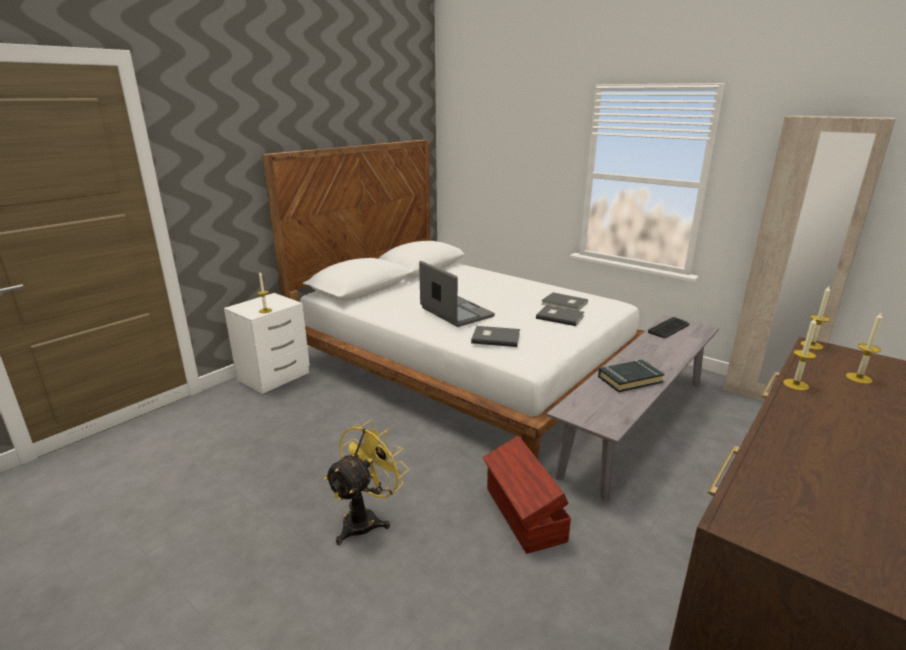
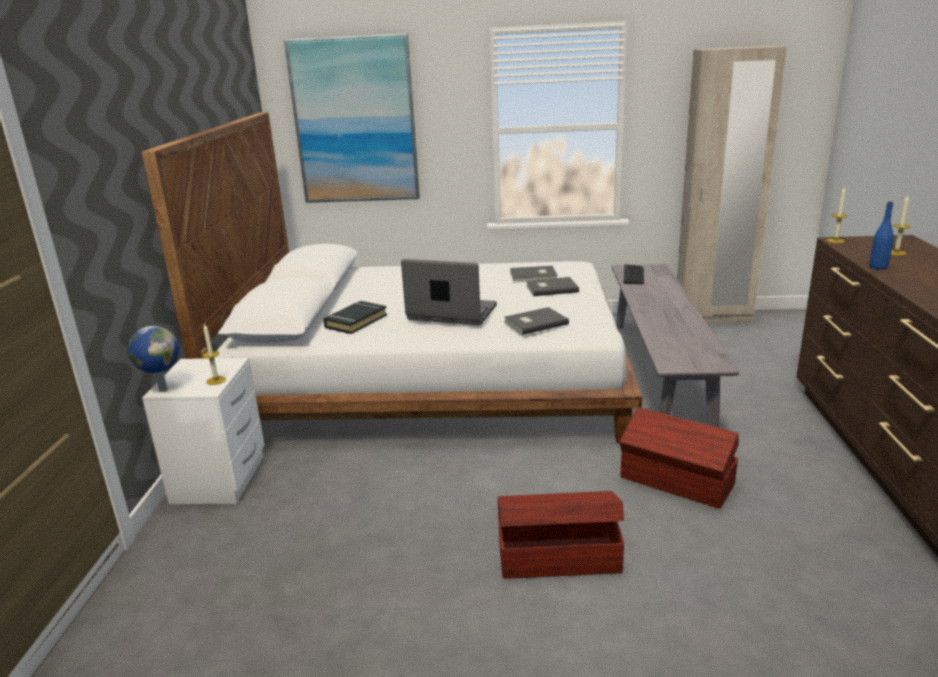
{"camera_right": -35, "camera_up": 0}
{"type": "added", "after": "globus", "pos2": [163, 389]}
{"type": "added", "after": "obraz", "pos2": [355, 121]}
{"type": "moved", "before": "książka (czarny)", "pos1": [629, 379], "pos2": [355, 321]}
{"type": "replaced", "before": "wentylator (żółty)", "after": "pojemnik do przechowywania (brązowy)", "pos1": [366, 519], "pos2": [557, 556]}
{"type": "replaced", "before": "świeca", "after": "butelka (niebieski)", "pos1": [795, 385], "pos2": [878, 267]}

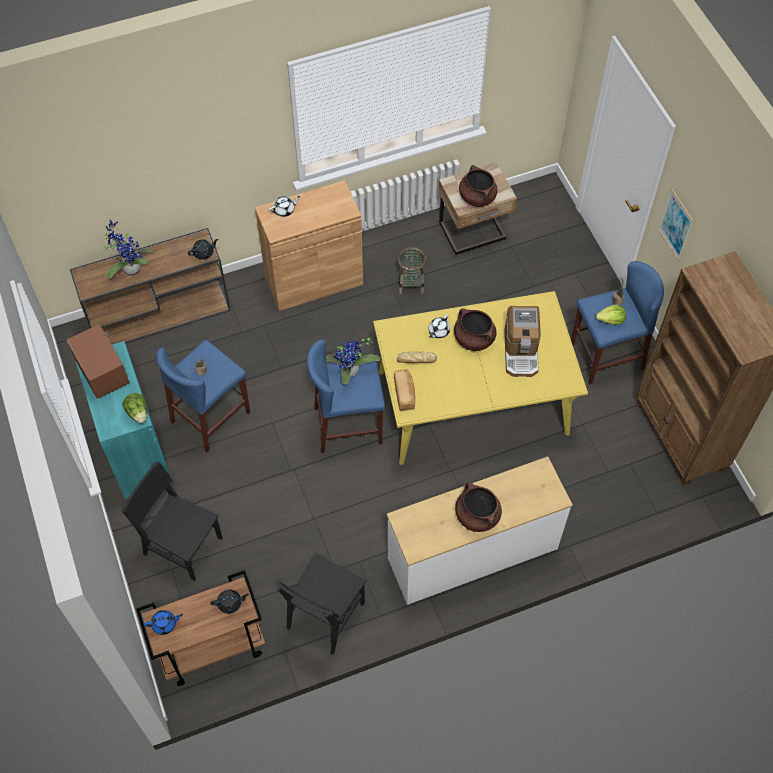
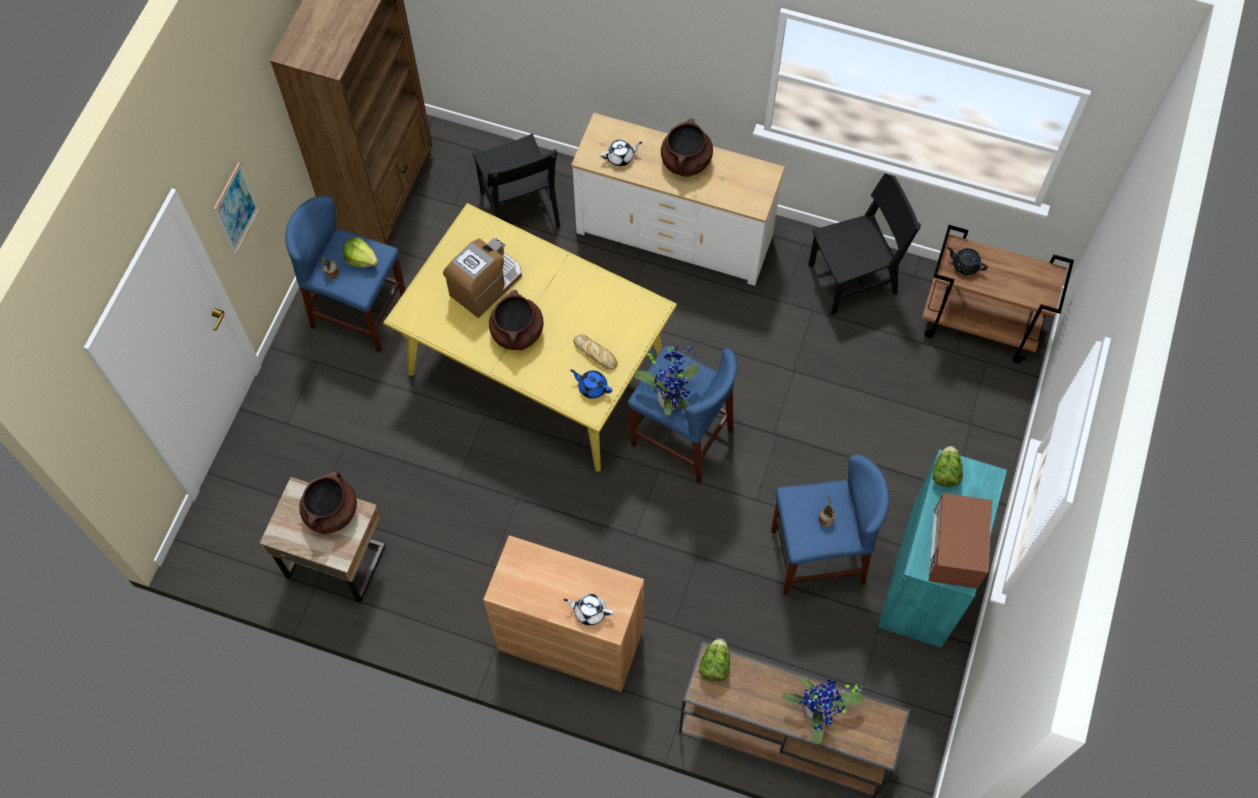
{"camera_right": -140, "camera_up": 5}
{"type": "removed", "before": "chleb", "pos1": [405, 394]}
{"type": "removed", "before": "koszyk", "pos1": [411, 283]}
{"type": "moved", "before": "krzesło (czarny)", "pos1": [183, 545], "pos2": [519, 209]}
{"type": "moved", "before": "imbryk (niebieski)", "pos1": [164, 624], "pos2": [592, 387]}
{"type": "moved", "before": "imbryk (biały)", "pos1": [438, 331], "pos2": [620, 157]}
{"type": "replaced", "before": "imbryk (czarny)", "after": "sałata", "pos1": [204, 253], "pos2": [714, 665]}

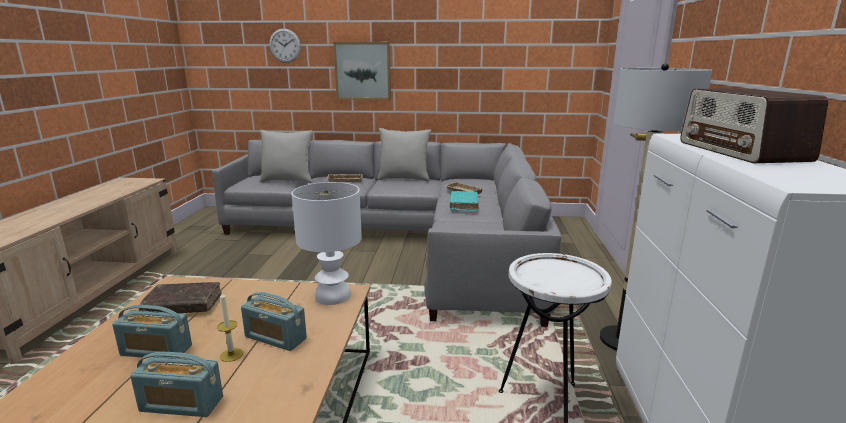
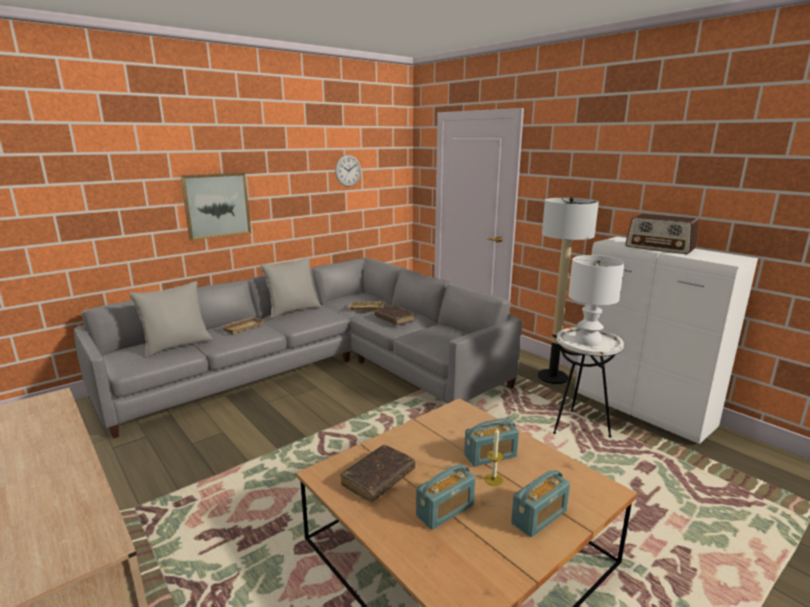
{"camera_right": -45, "camera_up": 0}
{"type": "moved", "before": "zegar ścienny", "pos1": [285, 45], "pos2": [348, 170]}
{"type": "moved", "before": "lampa stołowa (biały)", "pos1": [332, 295], "pos2": [587, 341]}
{"type": "recoloured", "before": "książka (turkusowy)", "after": "książka (brązowy)", "pos1": [463, 205], "pos2": [394, 319]}

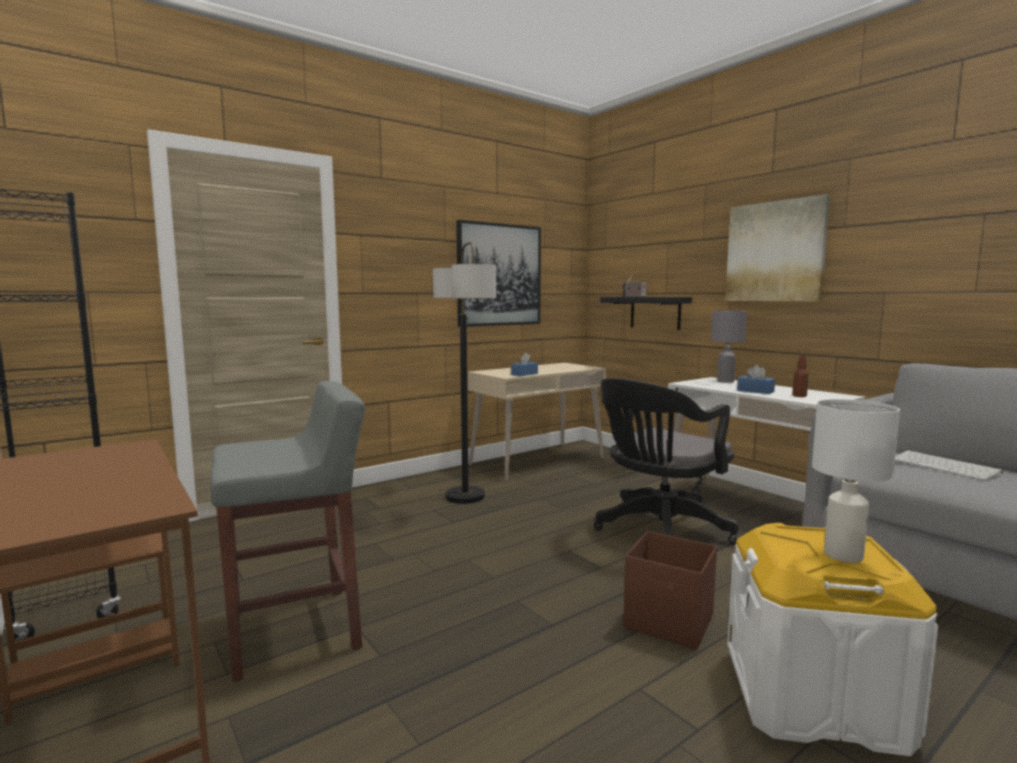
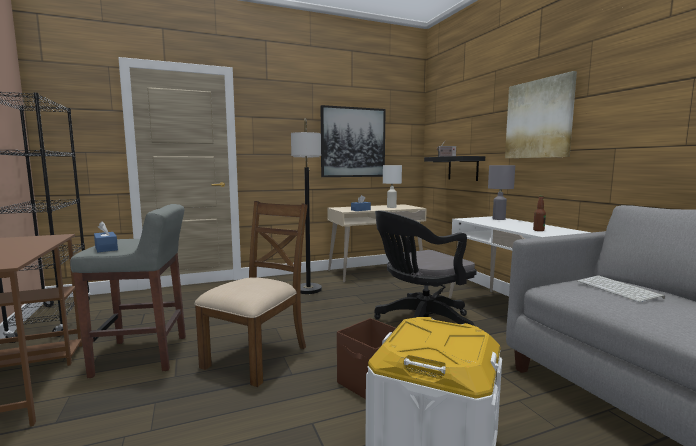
{"camera_right": 15, "camera_up": 0}
{"type": "added", "after": "krzesło (brązowy)", "pos2": [257, 356]}
{"type": "moved", "before": "pudełko chusteczek (niebieski)", "pos1": [755, 391], "pos2": [106, 248]}
{"type": "moved", "before": "lampa stołowa (biały)", "pos1": [842, 555], "pos2": [391, 207]}

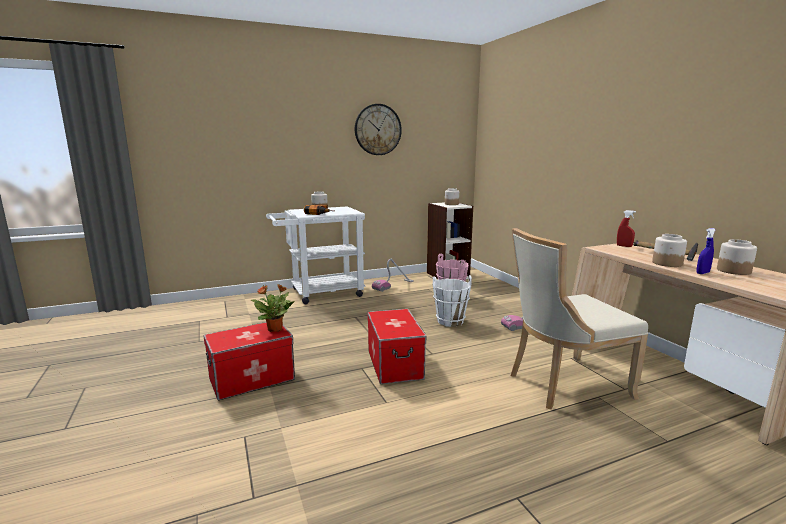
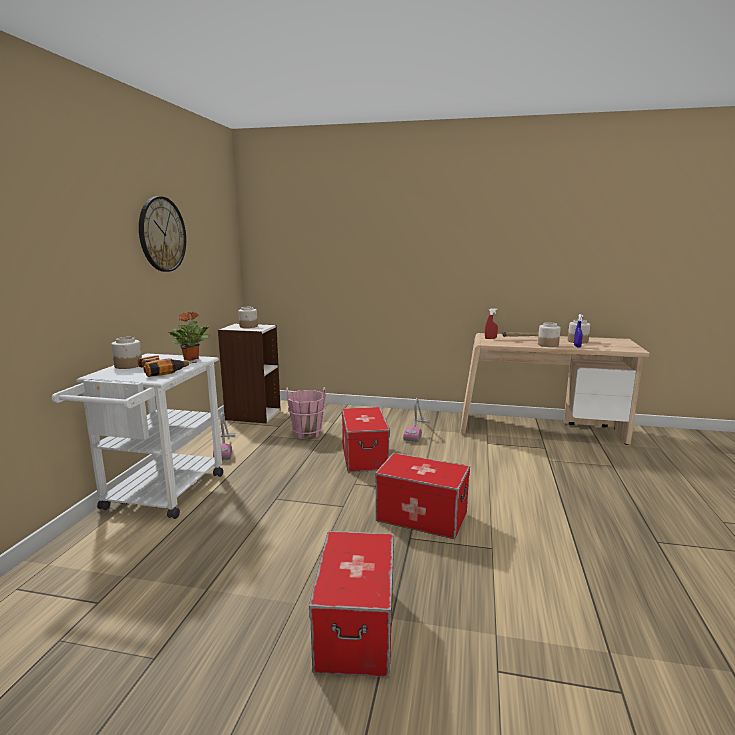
{"camera_right": -55, "camera_up": 0}
{"type": "removed", "before": "krzesło (beżowy)", "pos1": [563, 384]}
{"type": "moved", "before": "roślina doniczkowa", "pos1": [275, 329], "pos2": [191, 359]}
{"type": "replaced", "before": "wiadro (biały)", "after": "pojemnik do przechowywania", "pos1": [450, 321], "pos2": [364, 457]}

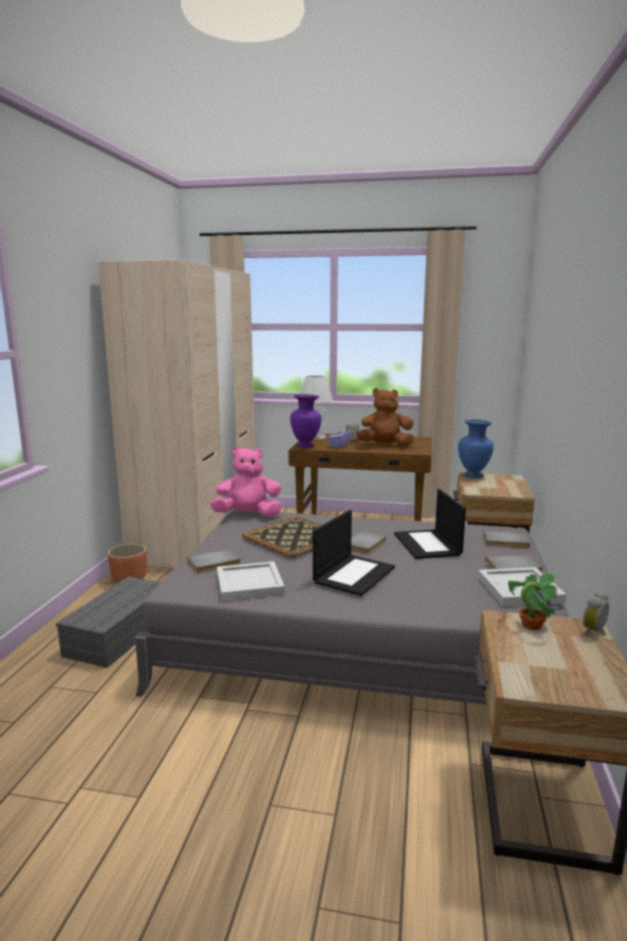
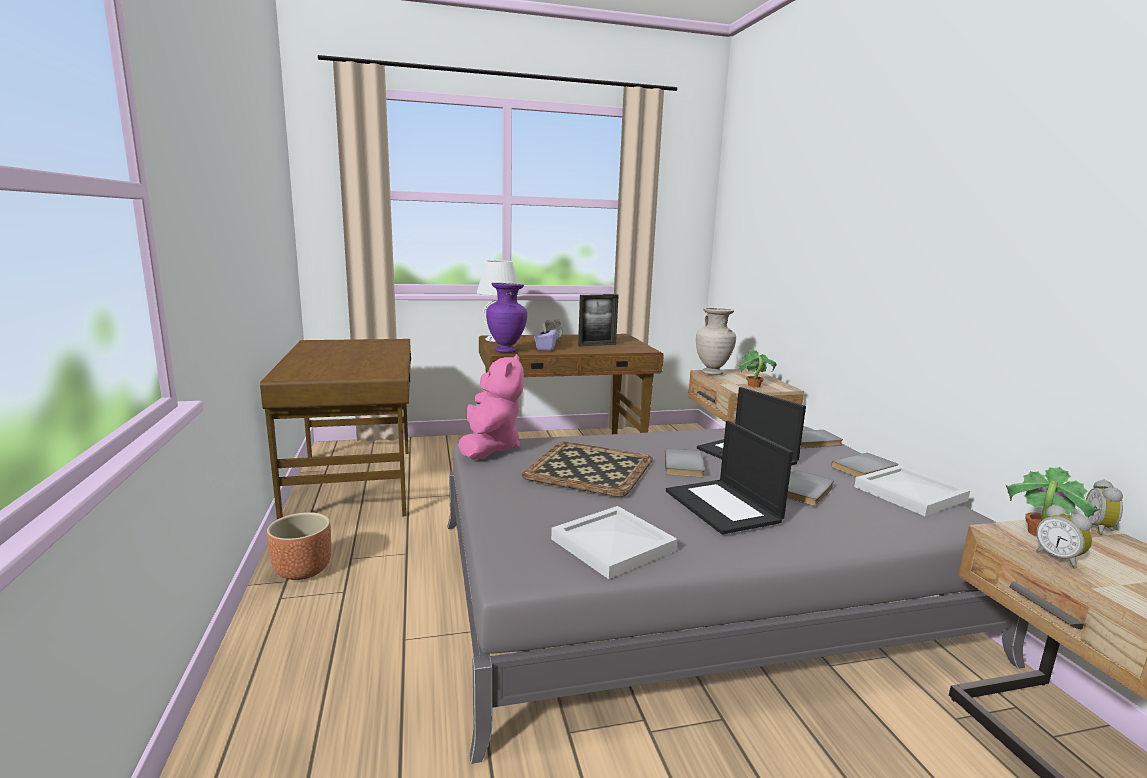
{"camera_right": -25, "camera_up": 0}
{"type": "removed", "before": "pojemnik do przechowywania (szary)", "pos1": [119, 633]}
{"type": "added", "after": "roślina doniczkowa", "pos2": [753, 386]}
{"type": "added", "after": "budzik", "pos2": [1059, 558]}
{"type": "moved", "before": "książka (szary)", "pos1": [215, 563], "pos2": [806, 491]}
{"type": "replaced", "before": "szafa (beżowy)", "after": "biurko (brązowy)", "pos1": [199, 533], "pos2": [354, 483]}
{"type": "replaced", "before": "pluszak (brązowy)", "after": "ramka na zdjęcie", "pos1": [385, 445], "pos2": [597, 345]}
{"type": "recoloured", "before": "wazon (niebieski)", "after": "wazon (beżowy)", "pos1": [473, 476], "pos2": [713, 373]}
{"type": "turned", "before": "pluszak (różowy)", "pos1": [248, 515], "pos2": [490, 448], "turn": 120}
{"type": "turned", "before": "laptop", "pos1": [354, 574], "pos2": [724, 506], "turn": 150}

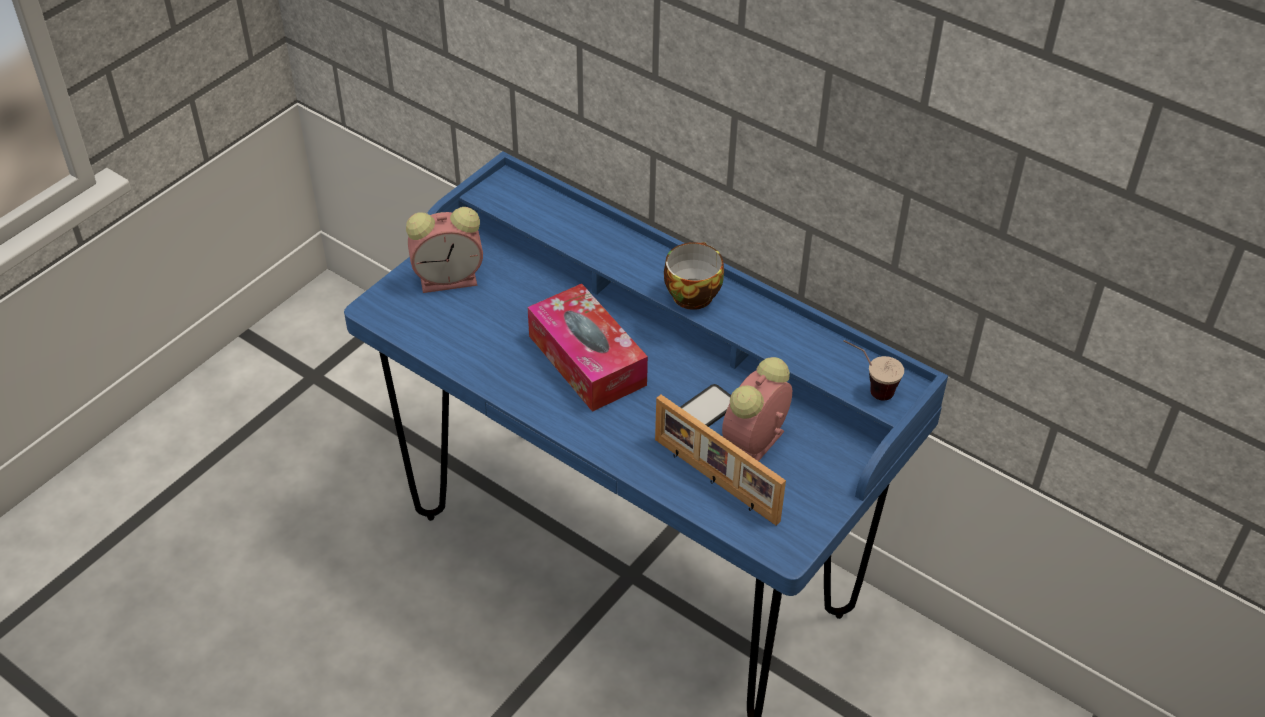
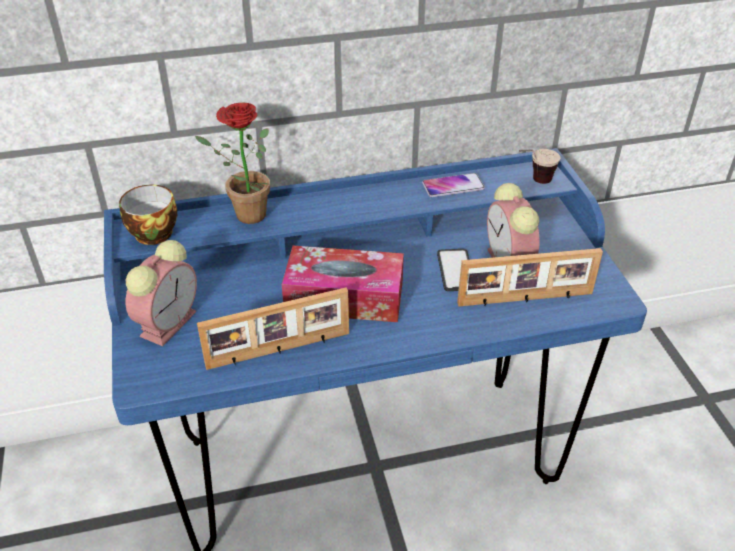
{"camera_right": -50, "camera_up": -5}
{"type": "added", "after": "roślina doniczkowa", "pos2": [244, 215]}
{"type": "added", "after": "ramka na zdjęcie", "pos2": [279, 351]}
{"type": "added", "after": "telefon", "pos2": [453, 186]}
{"type": "moved", "before": "filiżanka", "pos1": [691, 293], "pos2": [151, 232]}

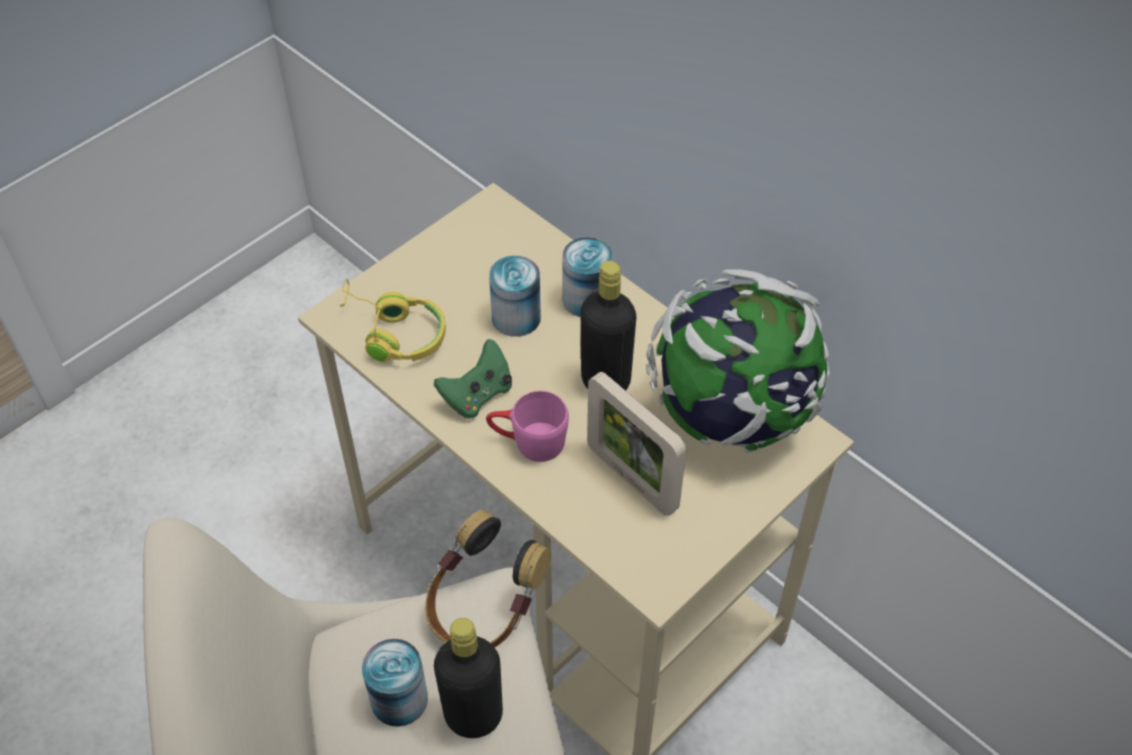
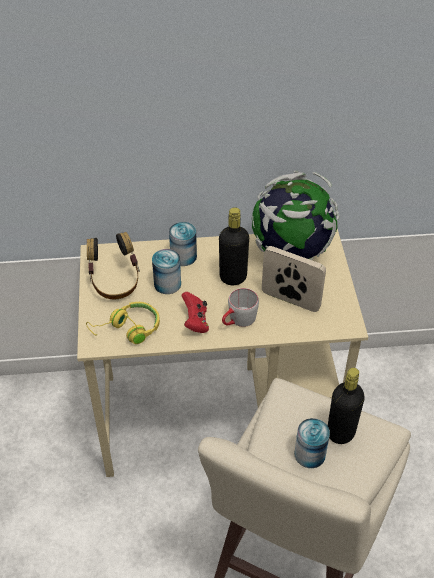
{"camera_right": -50, "camera_up": -5}
{"type": "moved", "before": "słuchawki", "pos1": [484, 609], "pos2": [115, 282]}
{"type": "recoloured", "before": "pad do gier (zielony)", "after": "pad do gier (czerwony)", "pos1": [477, 395], "pos2": [195, 322]}
{"type": "recoloured", "before": "kubek (różowy)", "after": "kubek (szary)", "pos1": [527, 442], "pos2": [238, 321]}
{"type": "turned", "before": "ramka na zdjęcie", "pos1": [632, 478], "pos2": [290, 300], "turn": -150}

